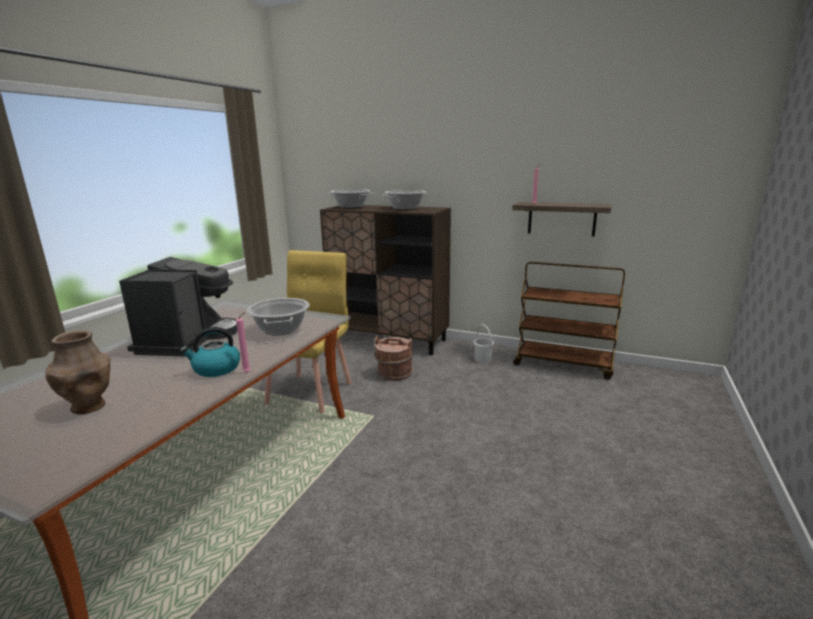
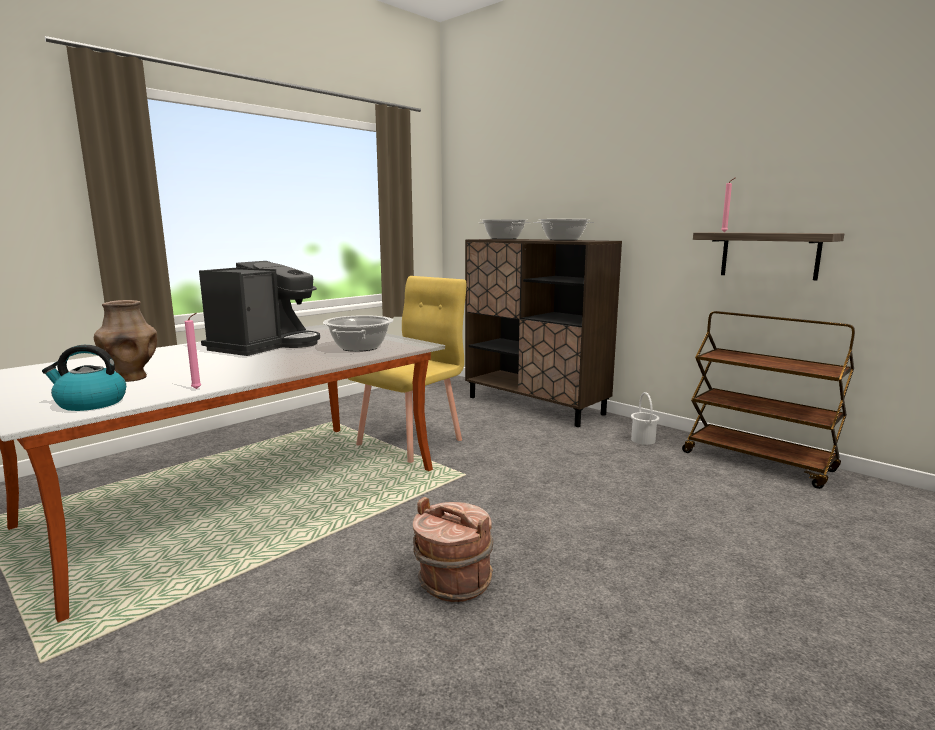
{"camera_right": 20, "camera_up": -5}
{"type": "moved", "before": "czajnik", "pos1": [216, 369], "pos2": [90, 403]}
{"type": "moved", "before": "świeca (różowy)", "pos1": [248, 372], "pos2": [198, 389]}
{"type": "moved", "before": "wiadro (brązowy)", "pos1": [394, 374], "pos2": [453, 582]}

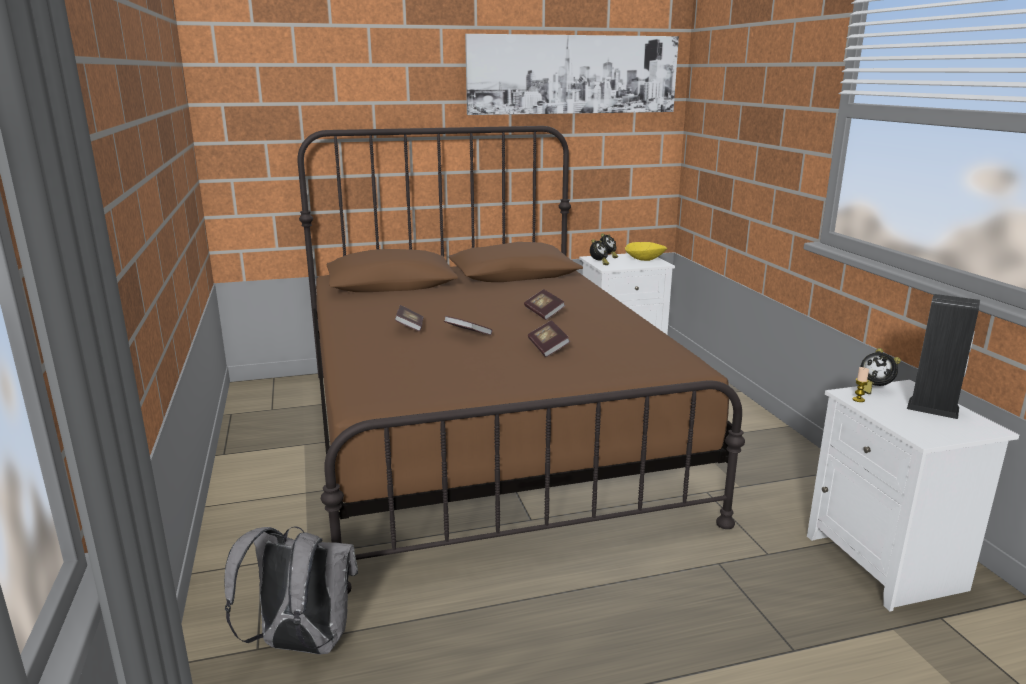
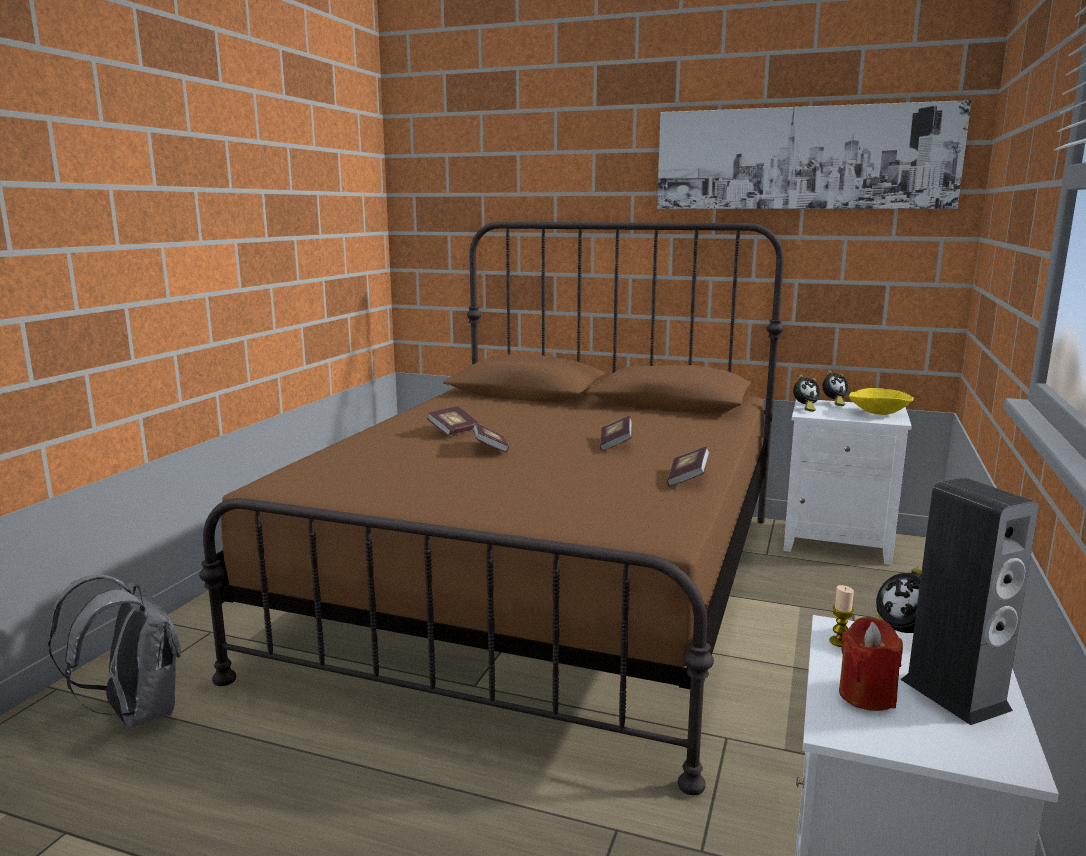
{"camera_right": 35, "camera_up": -5}
{"type": "added", "after": "świeca (czerwony)", "pos2": [867, 695]}
{"type": "moved", "before": "książka", "pos1": [548, 348], "pos2": [687, 479]}

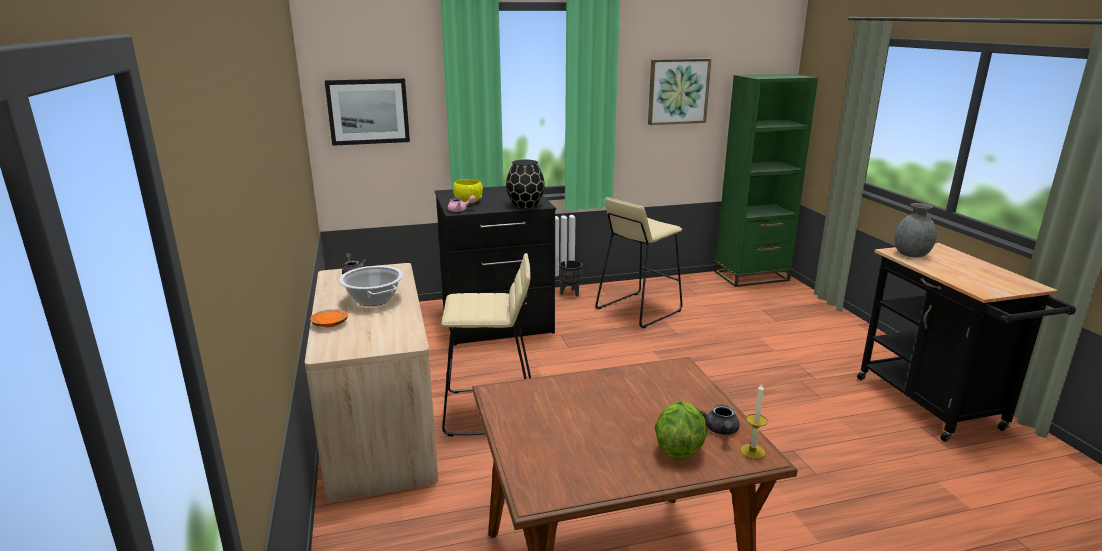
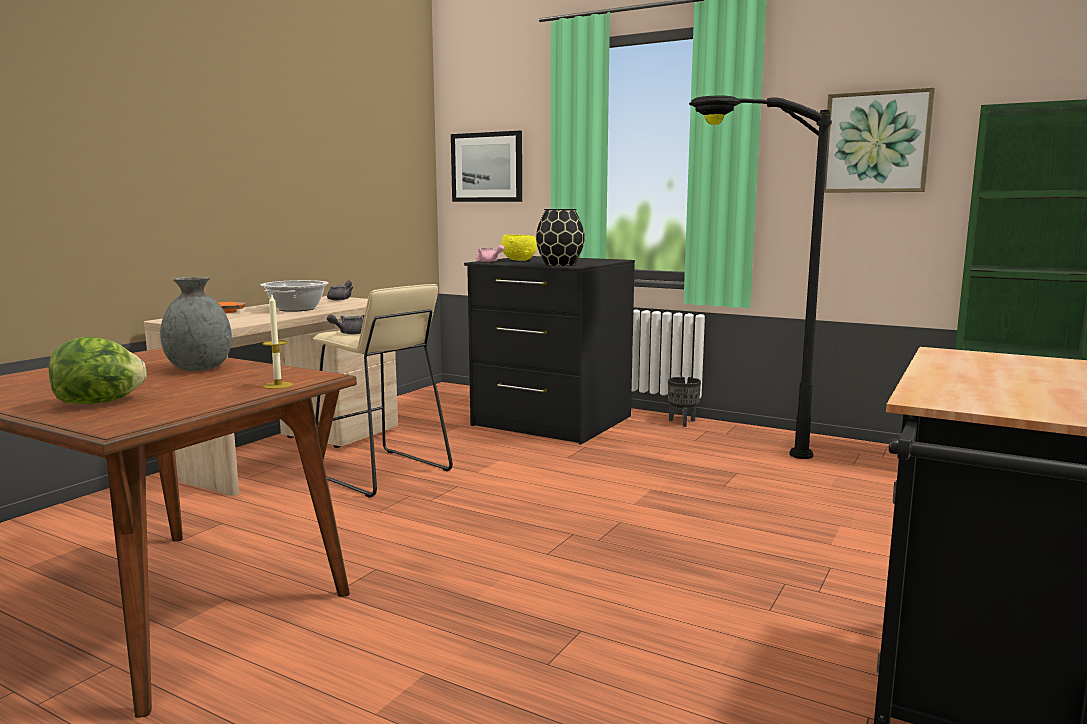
{"camera_right": 45, "camera_up": -10}
{"type": "moved", "before": "imbryk (szary)", "pos1": [721, 431], "pos2": [349, 333]}
{"type": "moved", "before": "świeca", "pos1": [752, 451], "pos2": [278, 385]}
{"type": "moved", "before": "wazon (szary)", "pos1": [910, 254], "pos2": [199, 368]}
{"type": "replaced", "before": "stołek (beżowy)", "after": "lampa stojąca (czarny)", "pos1": [638, 310], "pos2": [728, 454]}

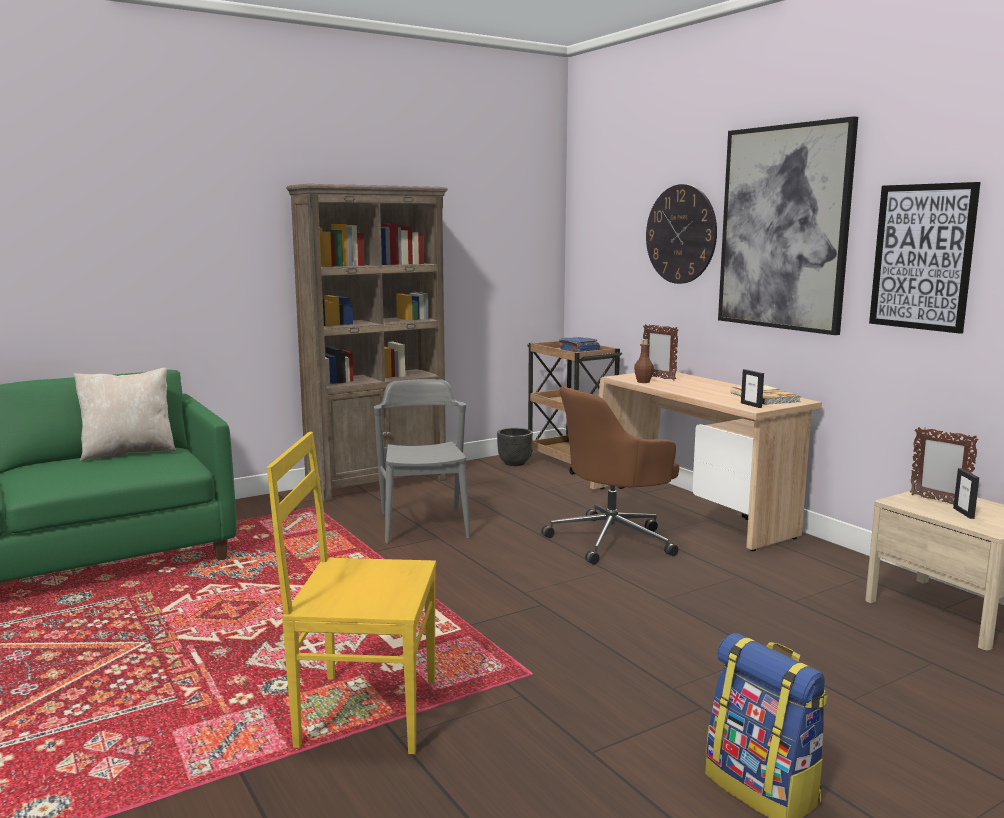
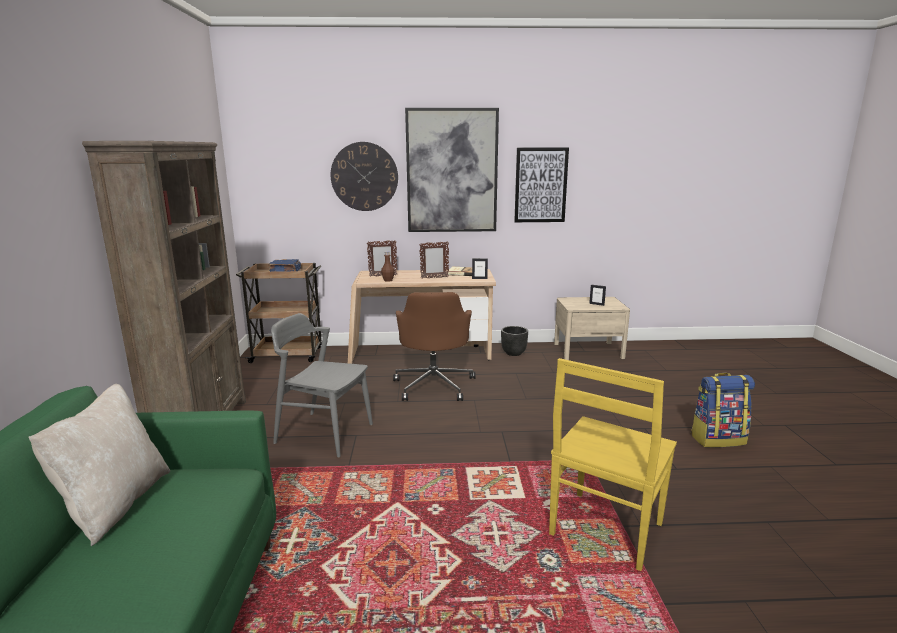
{"camera_right": -60, "camera_up": 5}
{"type": "moved", "before": "donica (czarny)", "pos1": [514, 463], "pos2": [513, 353]}
{"type": "moved", "before": "ramka na zdjęcie", "pos1": [938, 500], "pos2": [434, 278]}

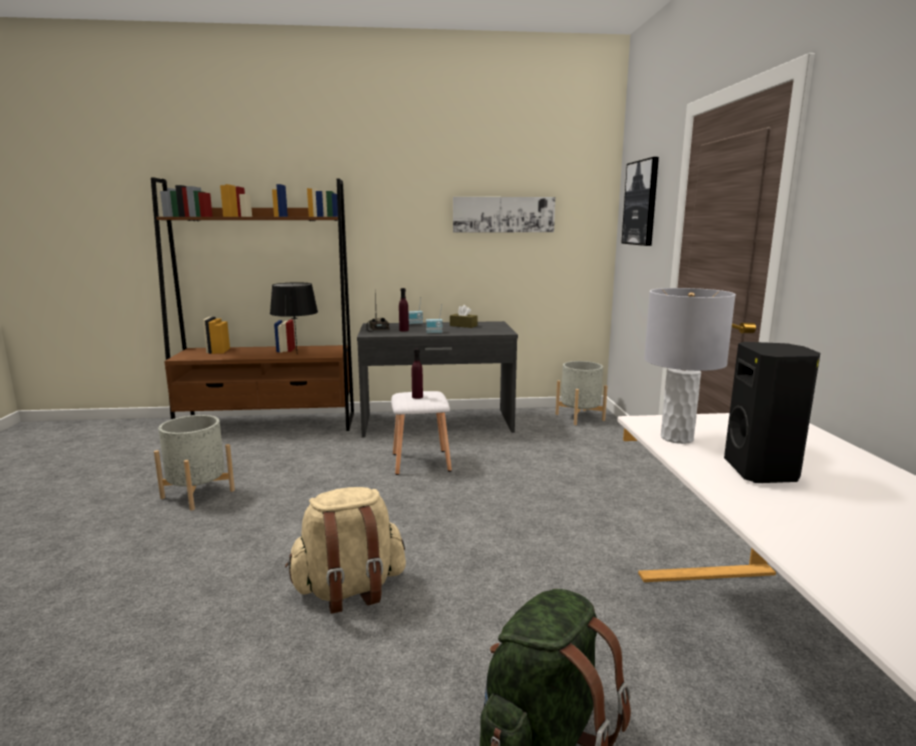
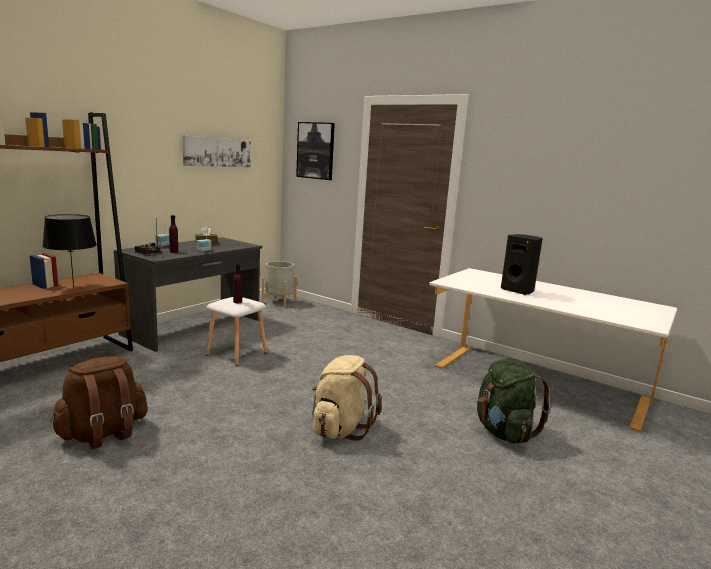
{"camera_right": -50, "camera_up": 0}
{"type": "removed", "before": "lampa stołowa (szary)", "pos1": [677, 438]}
{"type": "replaced", "before": "donica (szary)", "after": "plecak (brązowy)", "pos1": [198, 494], "pos2": [103, 433]}

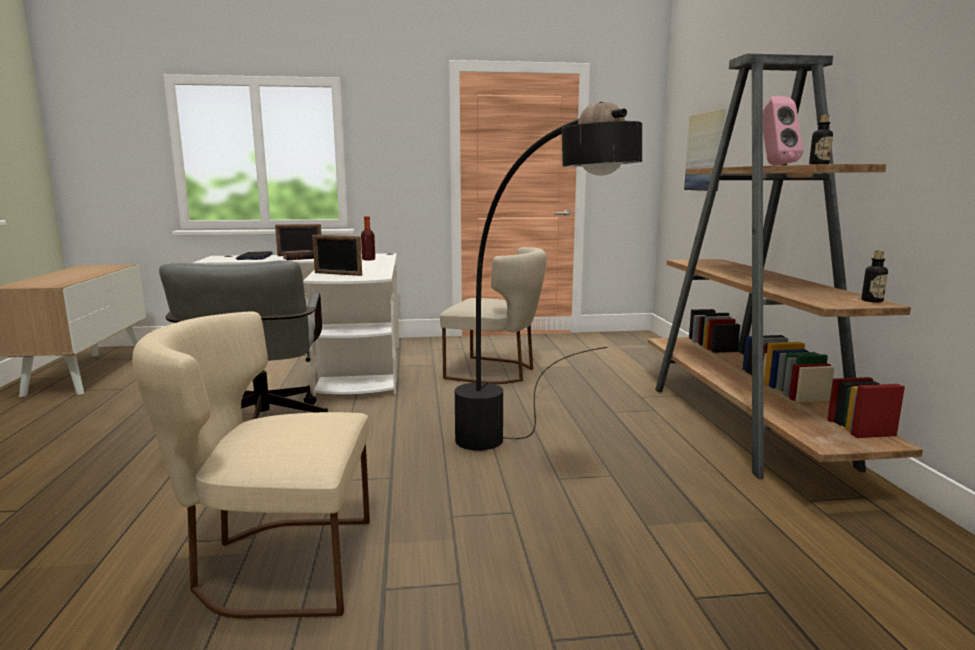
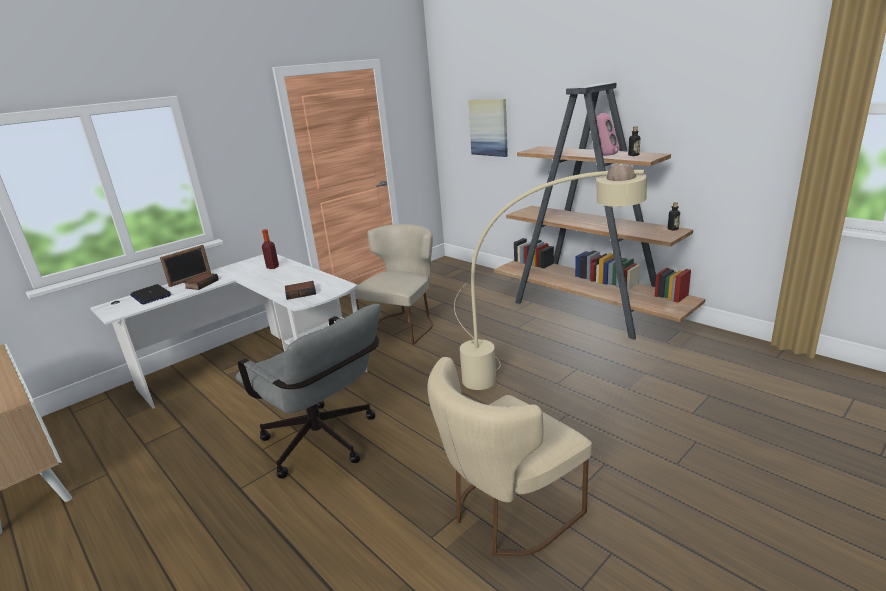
{"camera_right": -35, "camera_up": 10}
{"type": "replaced", "before": "ramka na zdjęcie", "after": "książka", "pos1": [338, 274], "pos2": [301, 293]}
{"type": "recoloured", "before": "lampa stojąca (czarny)", "after": "lampa stojąca (beżowy)", "pos1": [533, 457], "pos2": [524, 377]}
{"type": "turned", "before": "krzesło (beżowy)", "pos1": [496, 372], "pos2": [403, 325], "turn": -45}

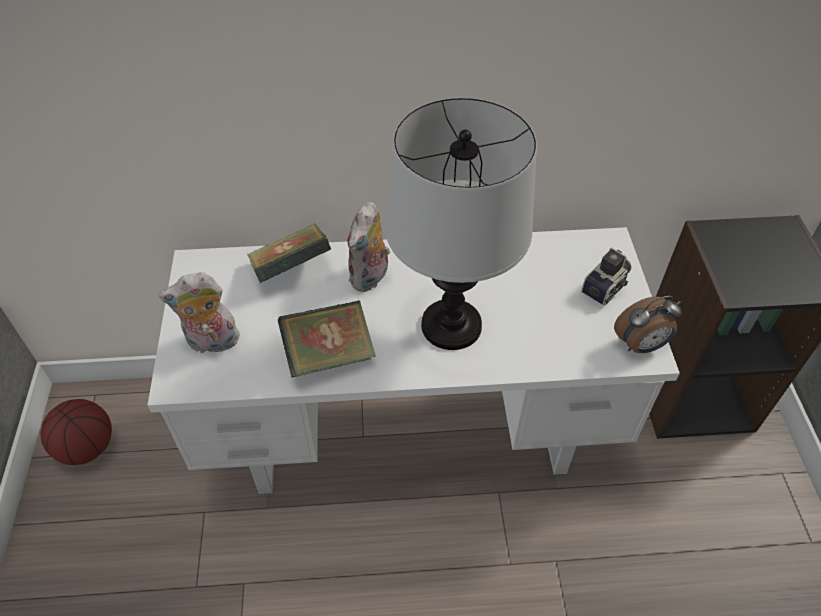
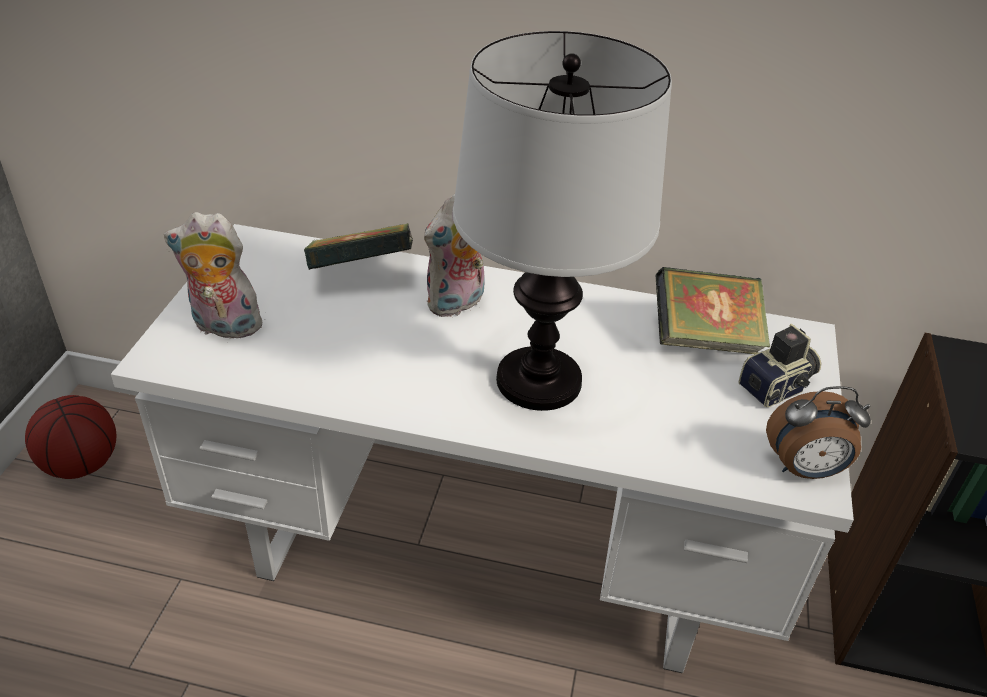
{"camera_right": 15, "camera_up": -10}
{"type": "moved", "before": "książka", "pos1": [329, 355], "pos2": [704, 339]}

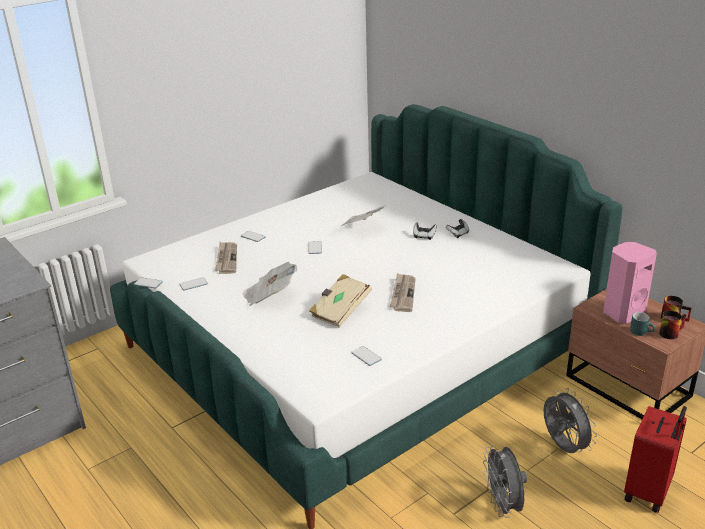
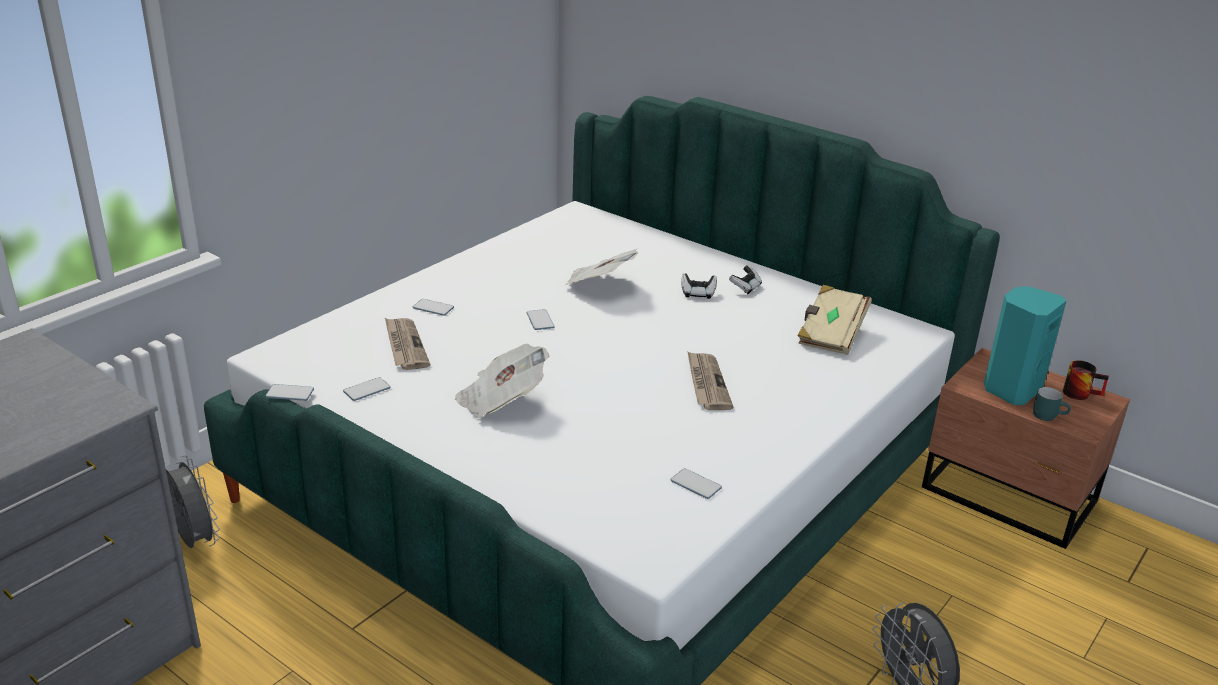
{"camera_right": -15, "camera_up": 0}
{"type": "removed", "before": "walizka (czerwony)", "pos1": [649, 492]}
{"type": "removed", "before": "kubek", "pos1": [670, 332]}
{"type": "moved", "before": "książka (beżowy)", "pos1": [340, 310], "pos2": [830, 334]}
{"type": "moved", "before": "wentylator (szary)", "pos1": [563, 447], "pos2": [192, 542]}
{"type": "recoloured", "before": "głośnik (różowy)", "after": "głośnik (turkusowy)", "pos1": [622, 313], "pos2": [1010, 390]}

